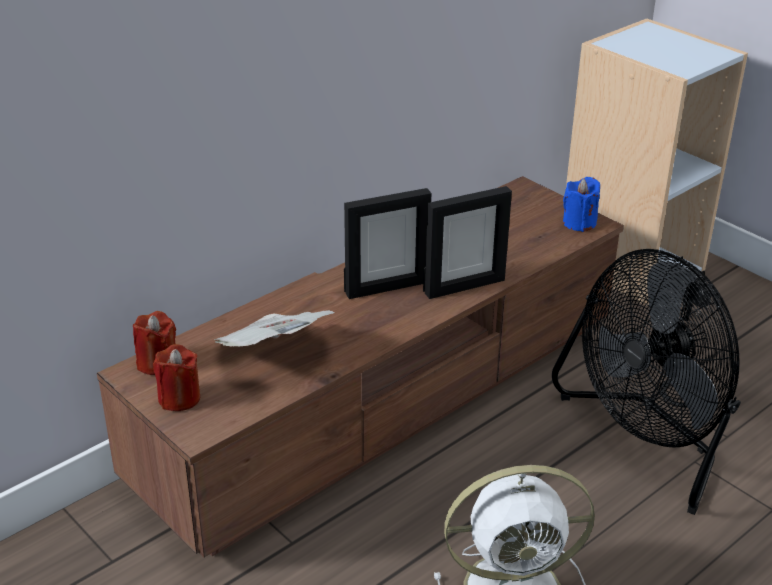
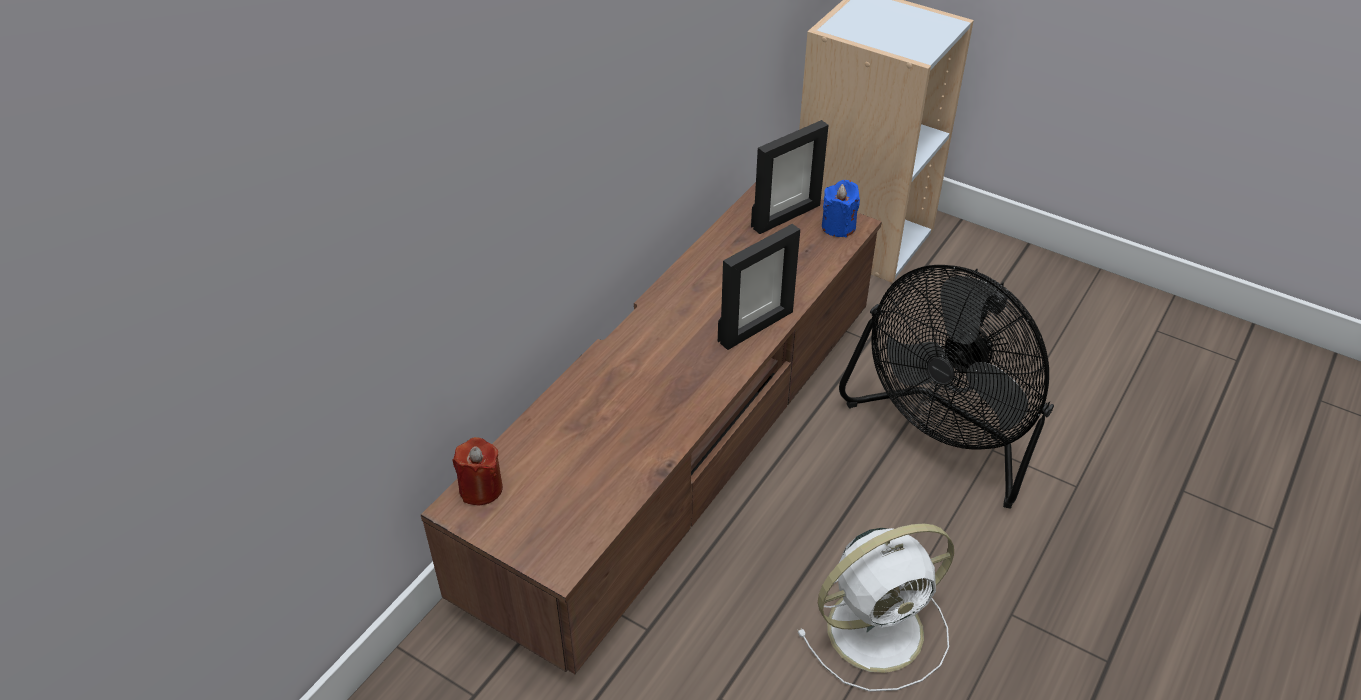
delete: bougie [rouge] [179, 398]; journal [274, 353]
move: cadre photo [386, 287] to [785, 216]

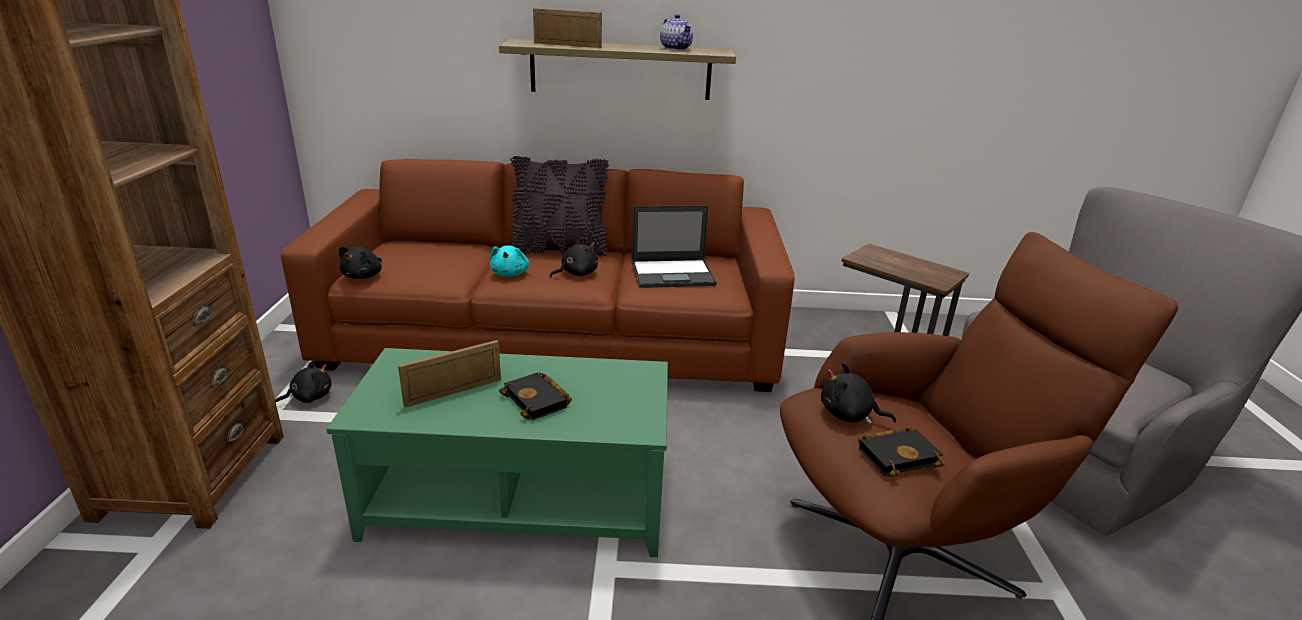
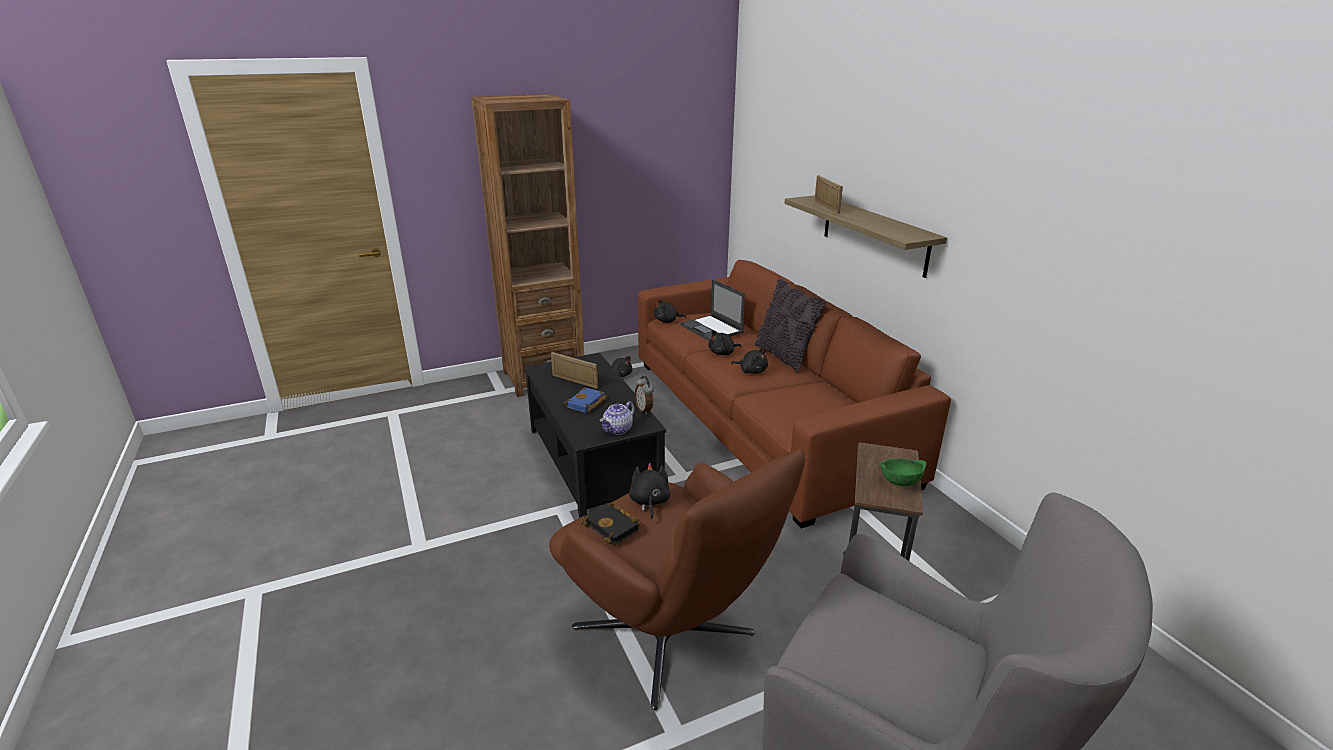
insert: réveil [644, 410]; bol [vert] [899, 482]
move: ordinateur portable [673, 273] to [712, 329]; théière [676, 48] to [618, 429]
recolor: table basse [vert] [519, 497] to table basse [noir] [594, 463]; peluche [turquoise] [510, 273] to peluche [noir] [723, 353]; livre [noir] [538, 400] to livre [bleu] [586, 404]

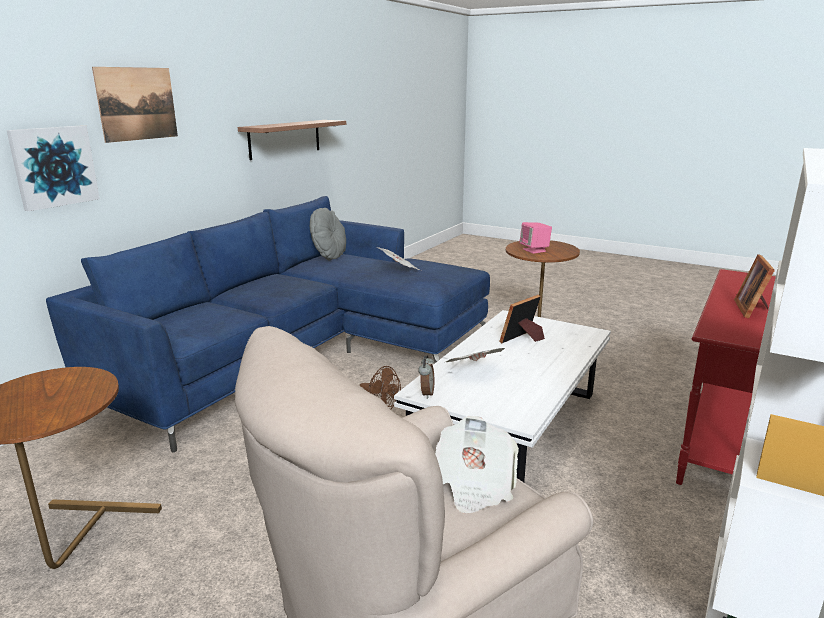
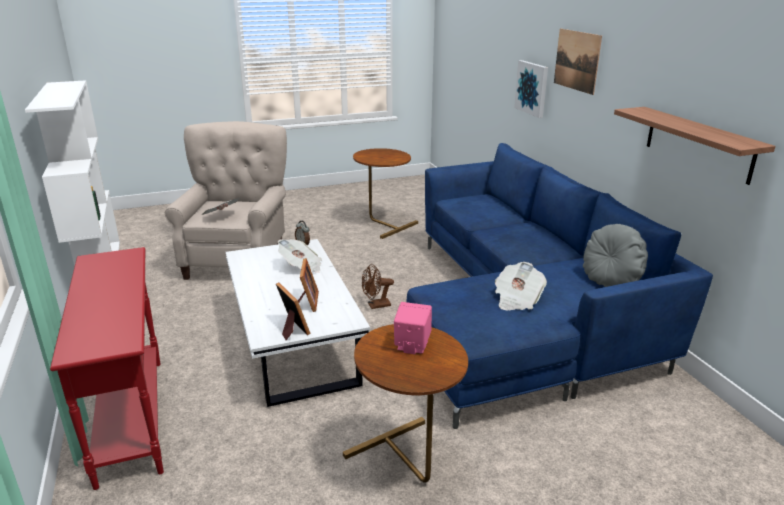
move: cadre photo [752, 309] to [291, 328]

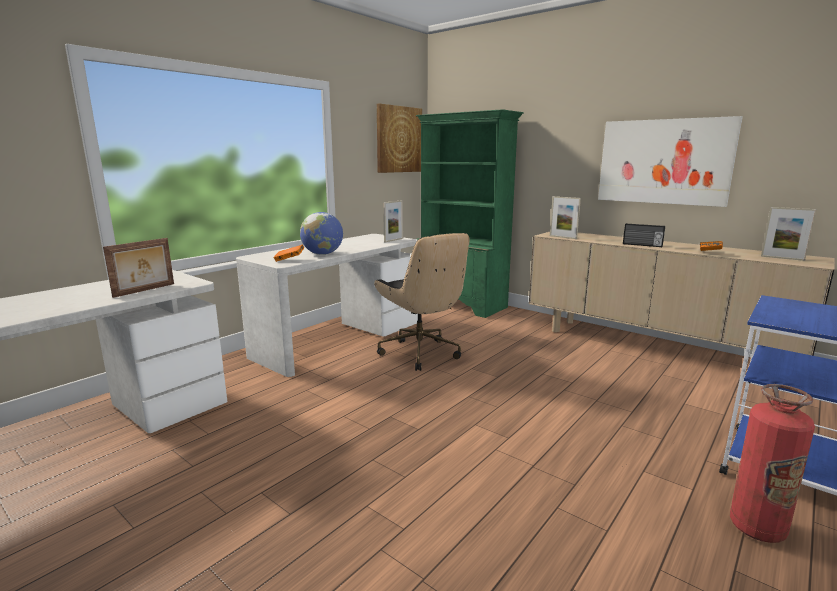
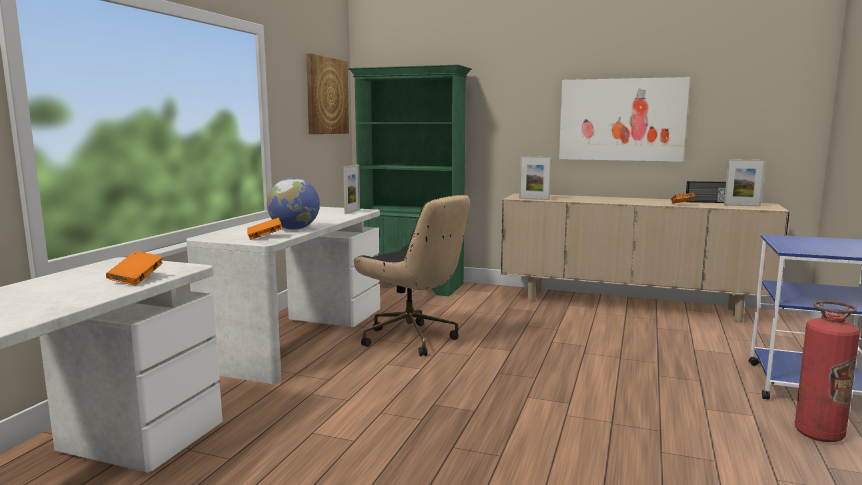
move: radio [642, 245] to [705, 202]
replace: cadre photo [145, 290] to livre [orange] [136, 279]

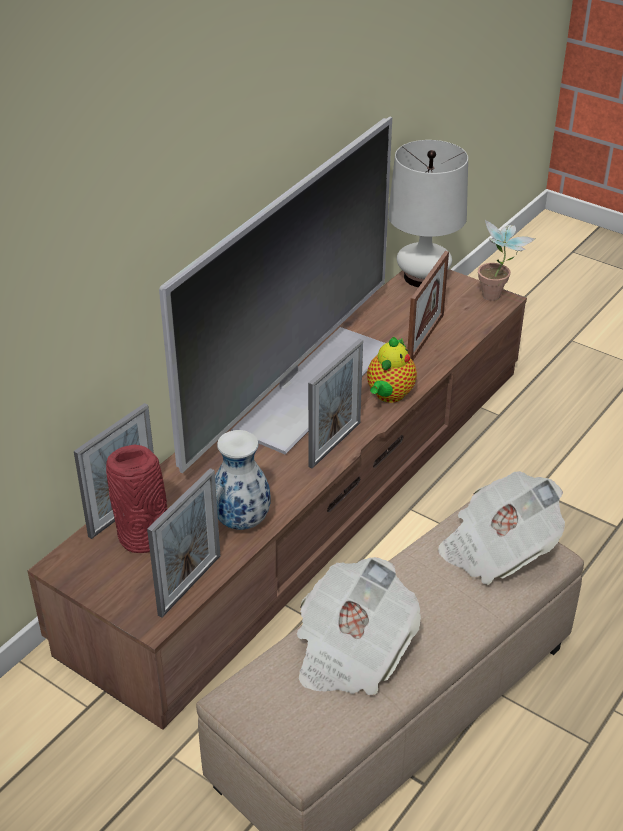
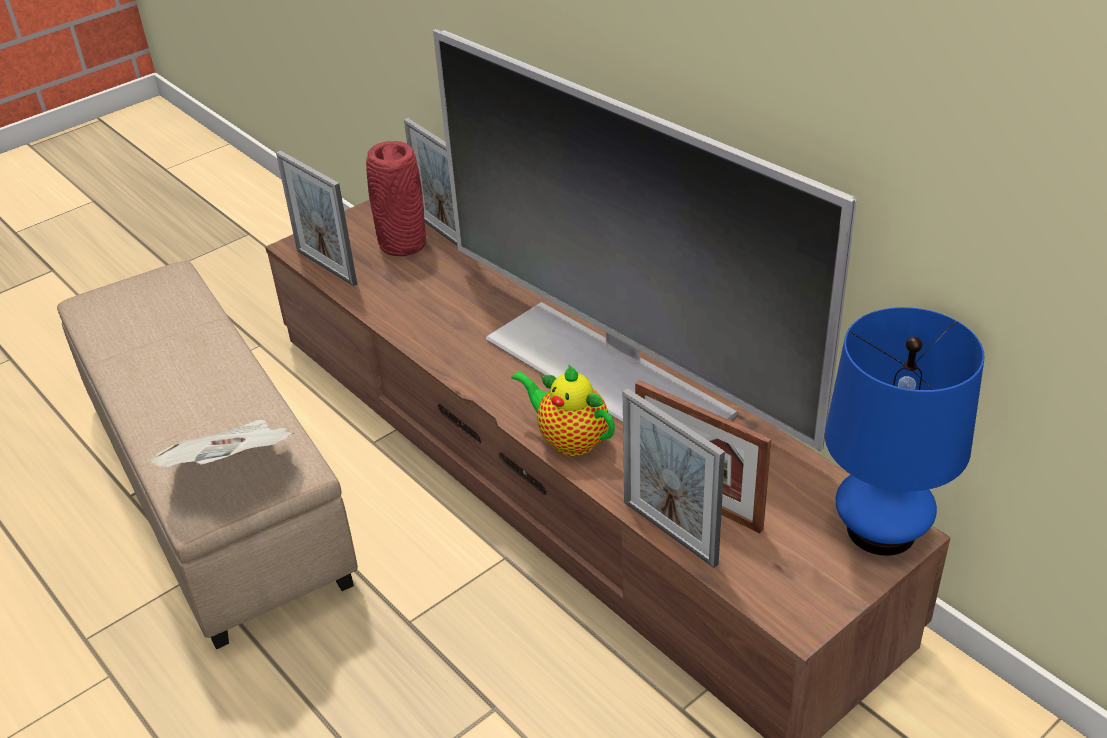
delete: vase [243, 521]; journal [351, 651]; plante en pot [497, 298]
move: cadre photo [335, 444] to [669, 533]
recolor: lampe de table [blanc] [423, 277] to lampe de table [bleu] [880, 530]

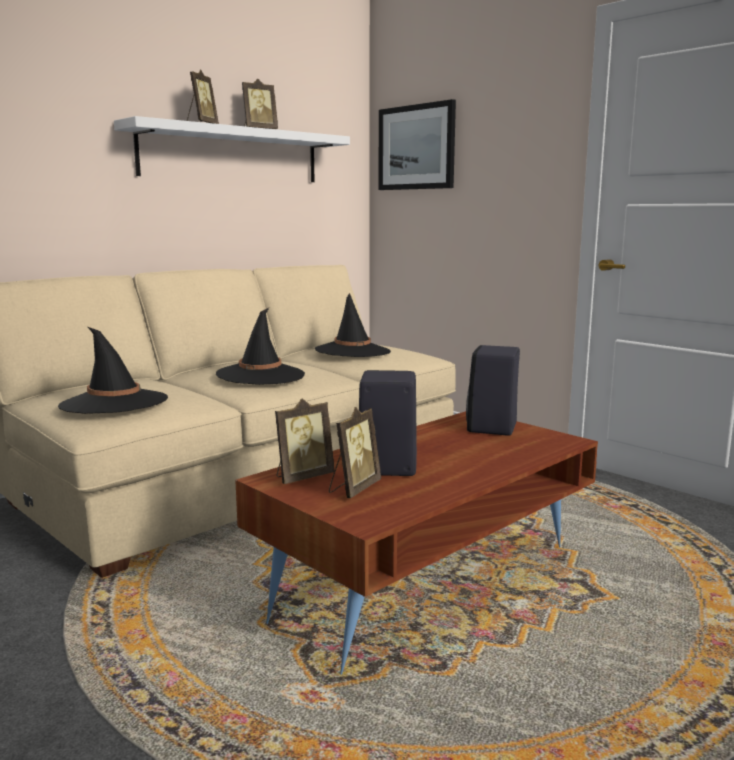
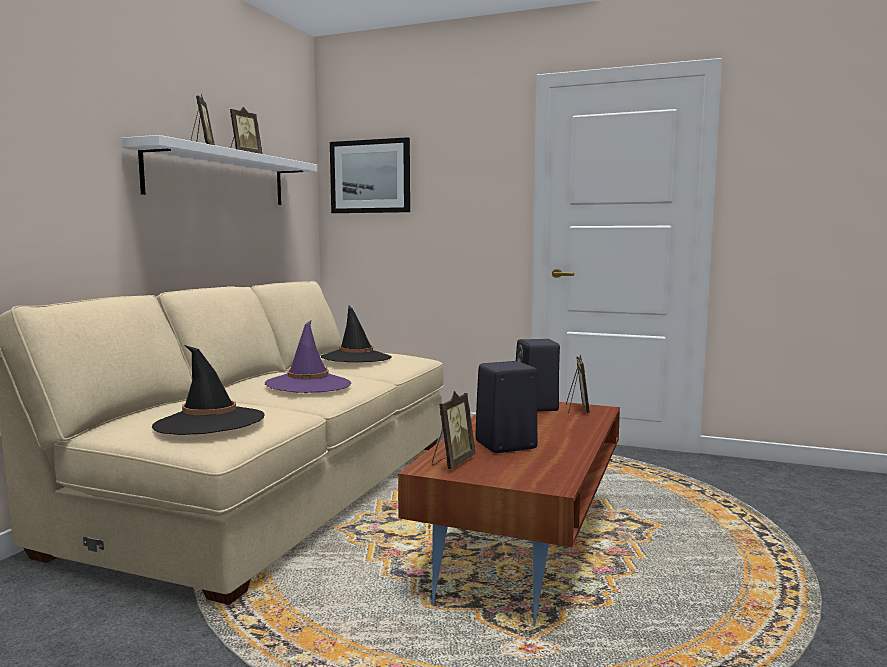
move: cadre photo [353, 489] to [577, 410]
recolor: chapeau [noir] [261, 375] to chapeau [violet] [308, 384]

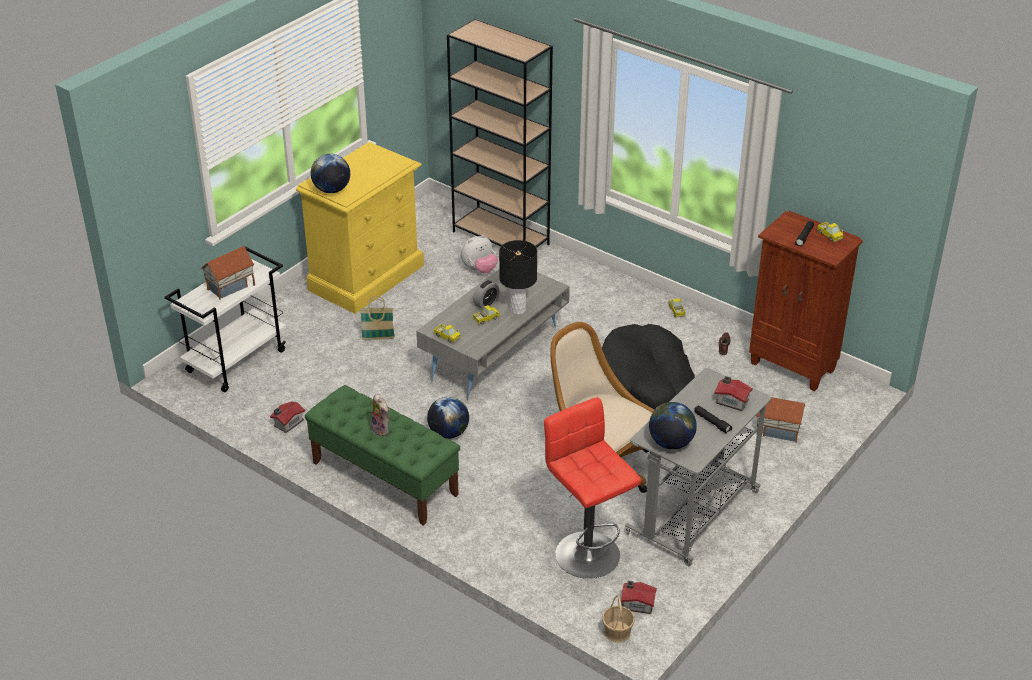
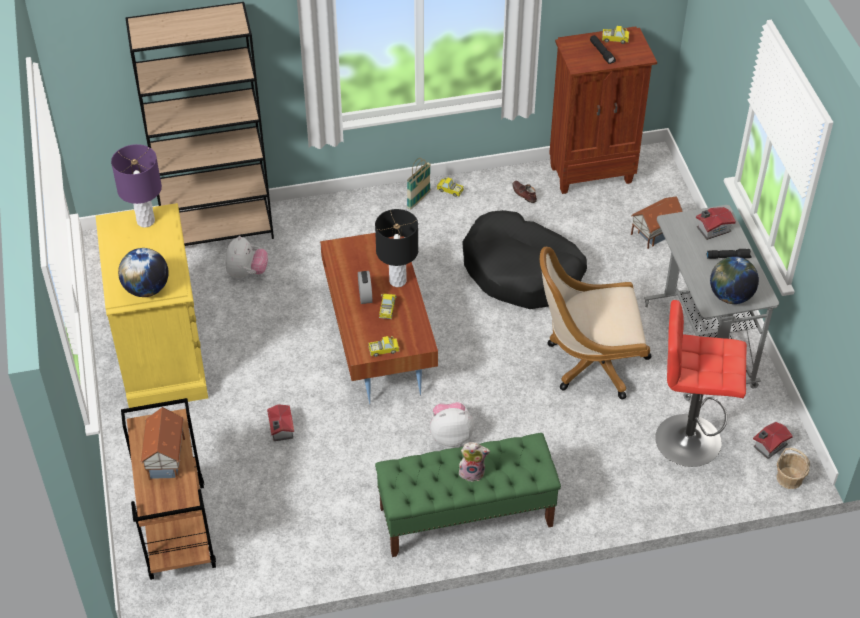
insert: lampe de table [violet] [145, 221]
move: maison miniature [287, 423] to [280, 430]; panier [378, 338] to [418, 200]
replace: globe [448, 433] to peluche [450, 435]
recolor: chariot [blanc] [236, 360] to chariot [marron] [176, 530]; table basse [gris] [494, 354] to table basse [marron] [378, 338]

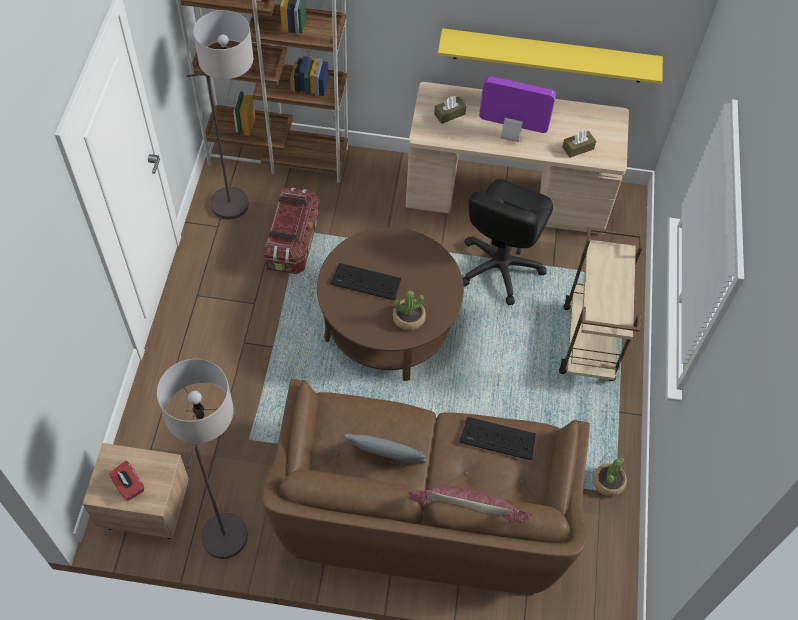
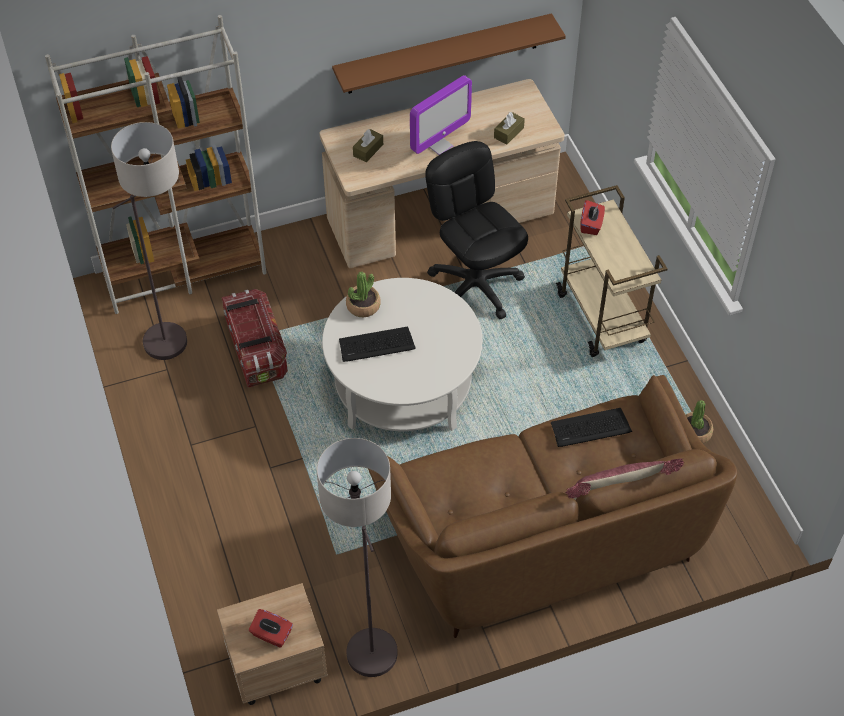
delete: coussin [gris] [385, 459]
insert: boîte à mouchoirs [rouge] [591, 225]
move: plante en pot [408, 318] to [363, 305]
recolor: table basse [marron] [388, 324] to table basse [blanc] [403, 386]; étagère [jaune] [548, 56] to étagère [marron] [443, 54]
rotate: chaise de bureau [noir] [499, 267] = [475, 286] 150 degrees clockwise; écran d'ordinateur [511, 134] = [439, 145] 150 degrees clockwise

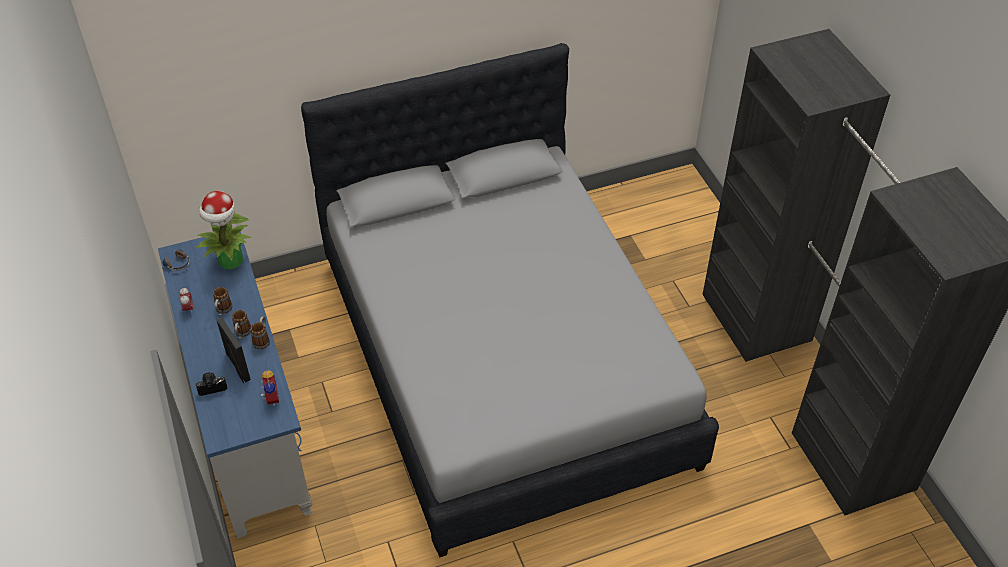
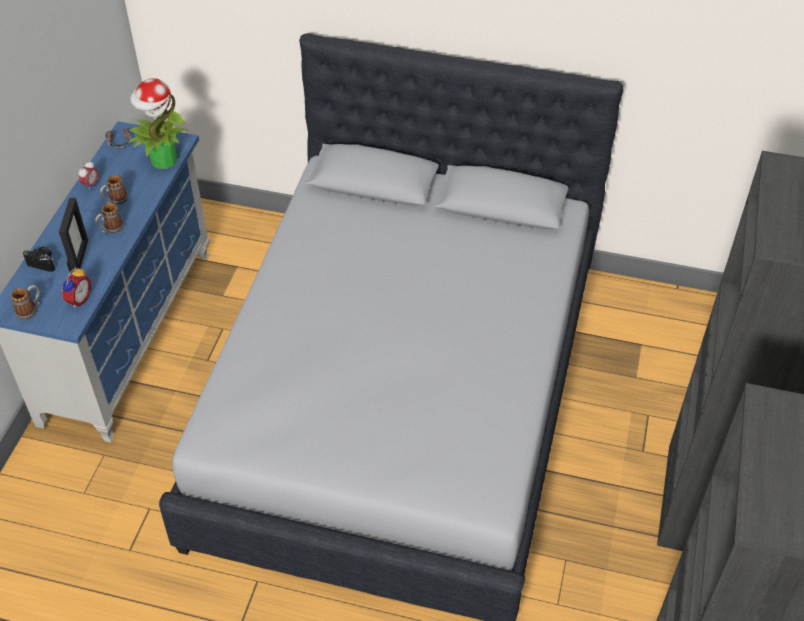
move: mug [262, 339] to [30, 310]

